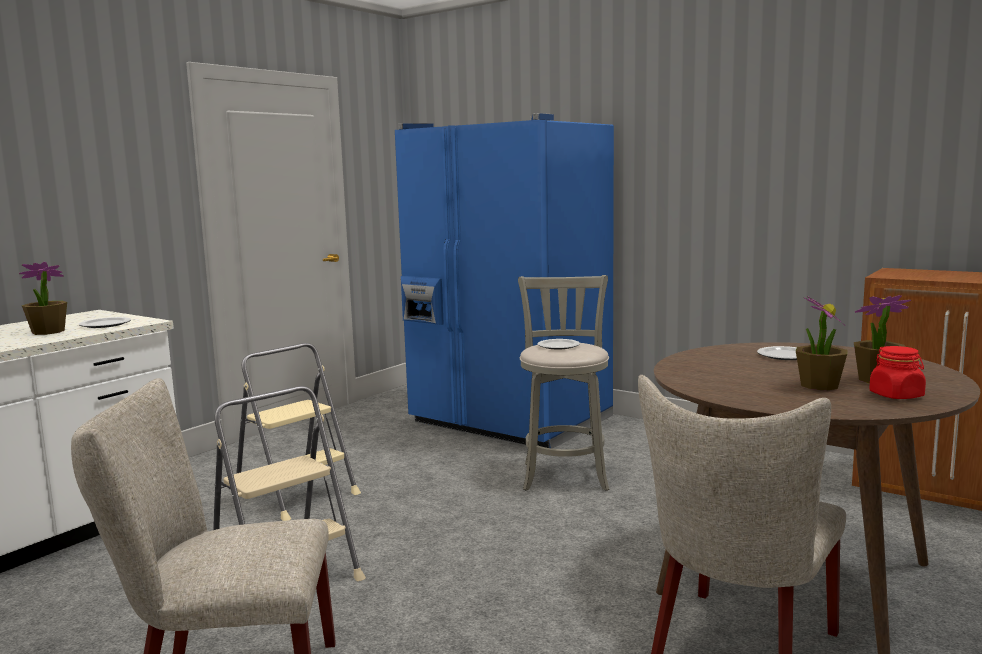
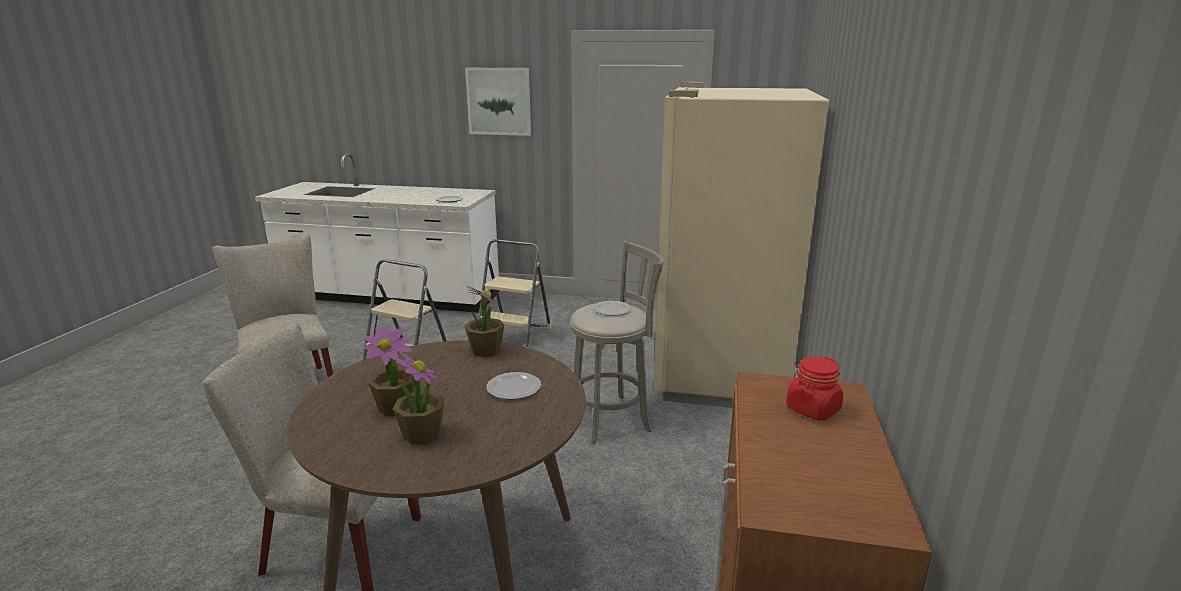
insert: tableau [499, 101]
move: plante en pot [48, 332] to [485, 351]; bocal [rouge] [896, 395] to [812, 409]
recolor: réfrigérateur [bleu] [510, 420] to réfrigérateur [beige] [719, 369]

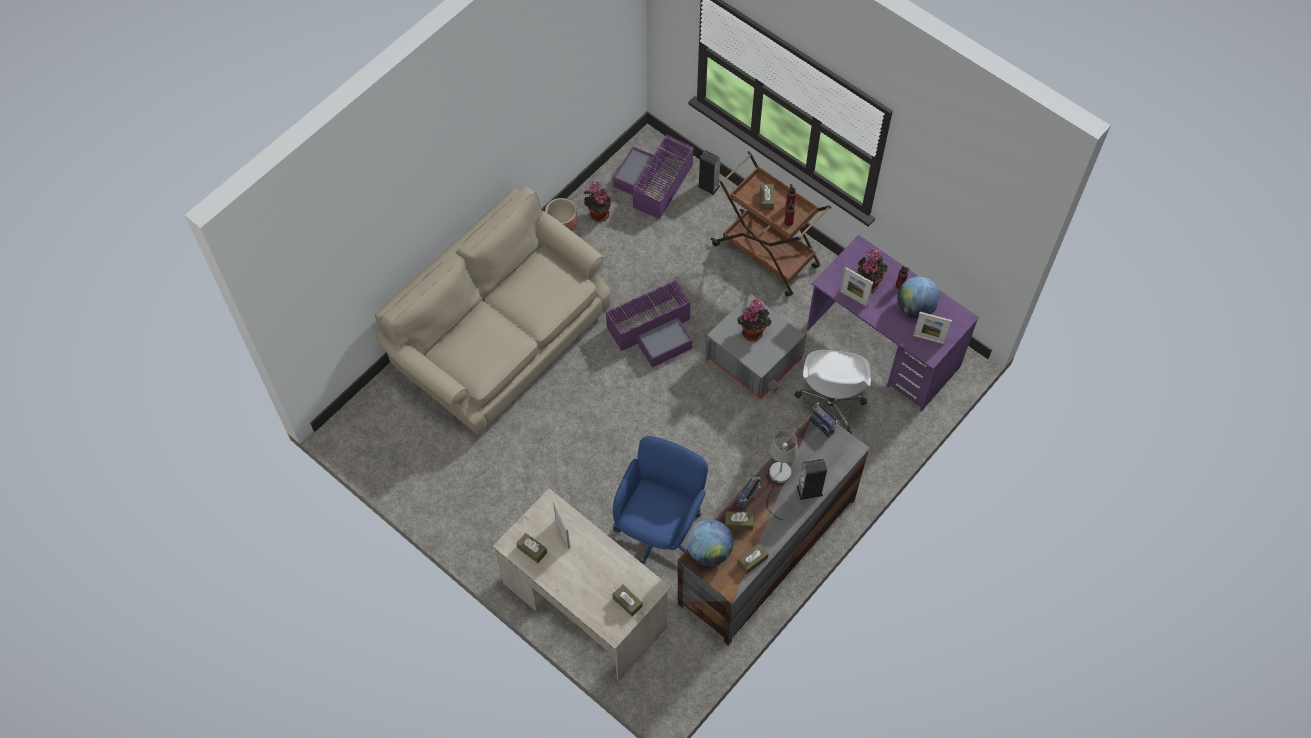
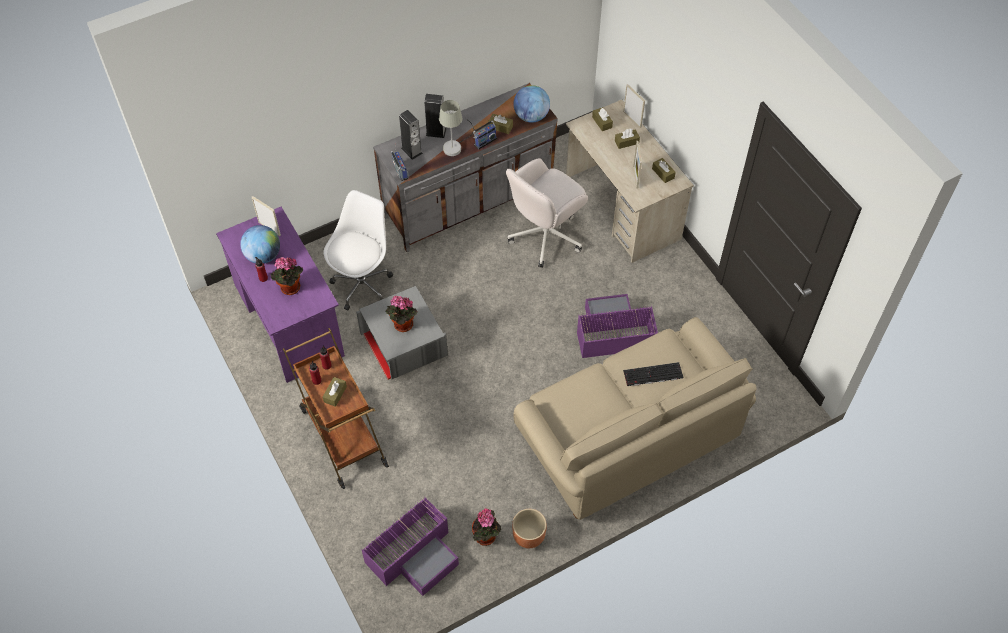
insert: clavier [652, 375]
move: boîte de rangement [violet] [654, 330] to [612, 333]; enceinte [708, 186] to [411, 151]; boîte à mouchoirs [marron] [752, 560] to [626, 142]; cadre photo [853, 298] to [632, 119]
recolor: chaise de bureau [bleu] [659, 534] to chaise de bureau [blanc] [545, 237]

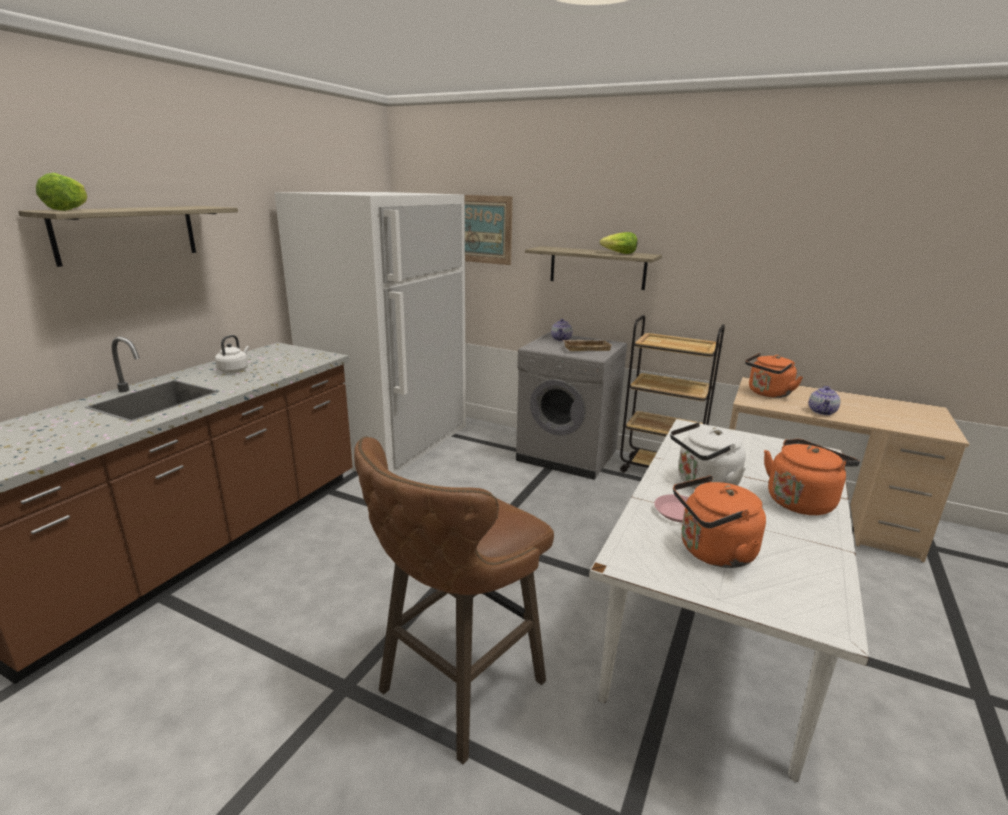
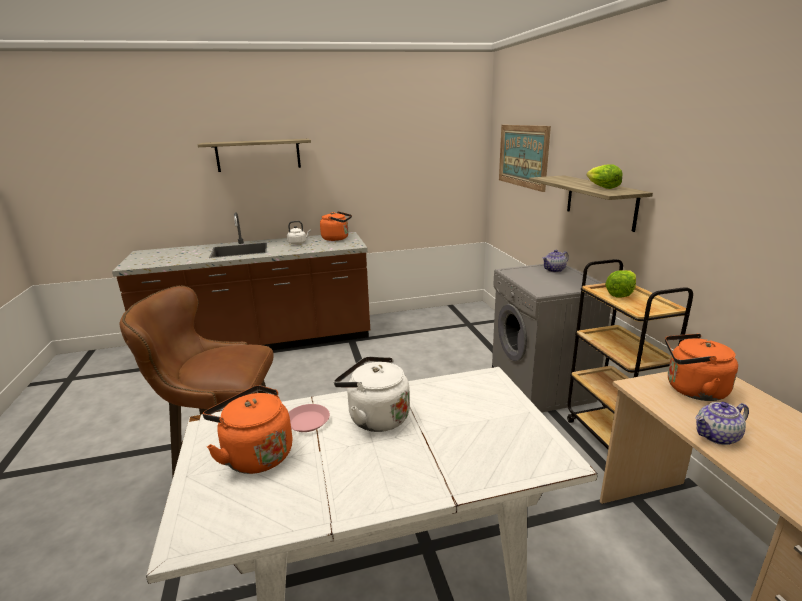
delete: réfrigérateur [blanc] [392, 440]; plateau [beige] [586, 348]
move: laitue [69, 210] to [620, 293]; bouilloire [orange] [801, 501] to [337, 238]

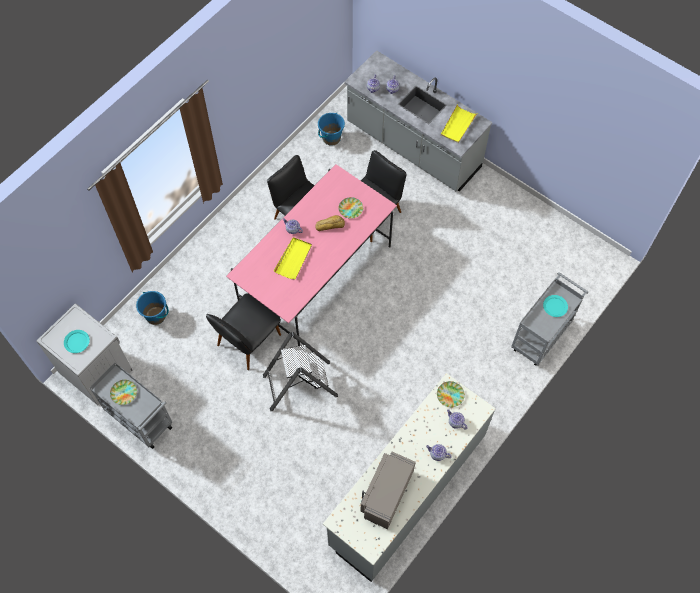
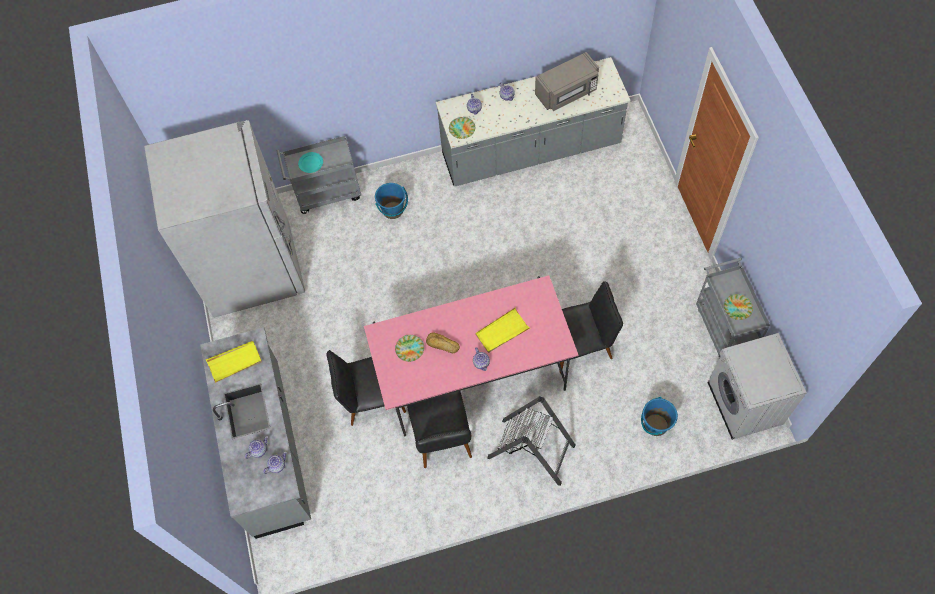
delete: assiette [turquoise] [77, 342]
insert: réfrigérateur [blanc] [252, 268]
move: escabeau [gris] [299, 385] to [532, 451]; seau [bleu] [331, 138] to [393, 210]

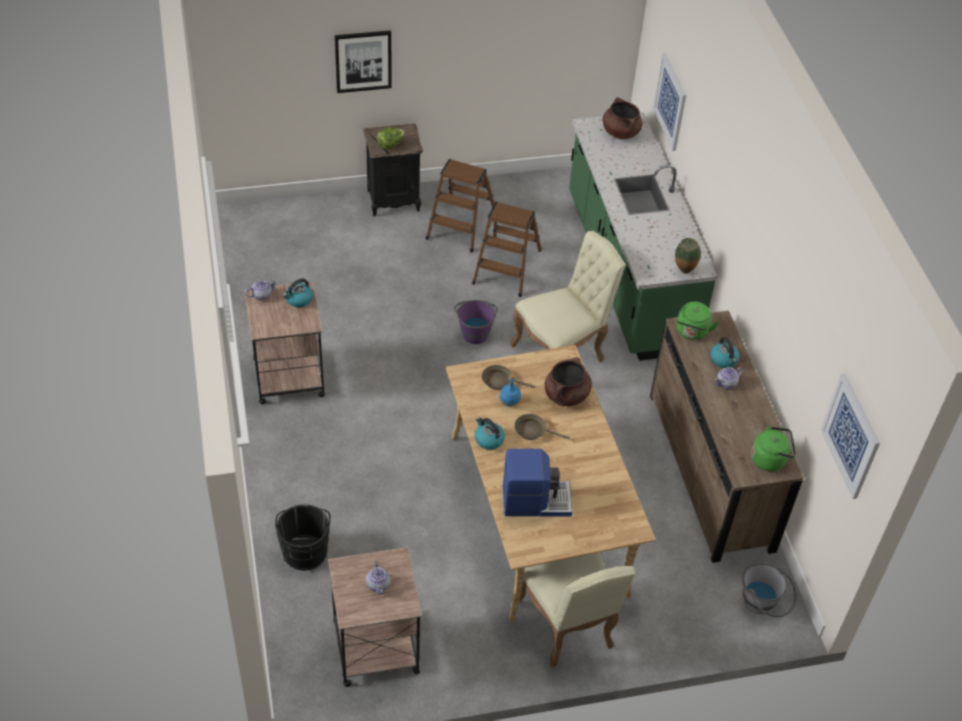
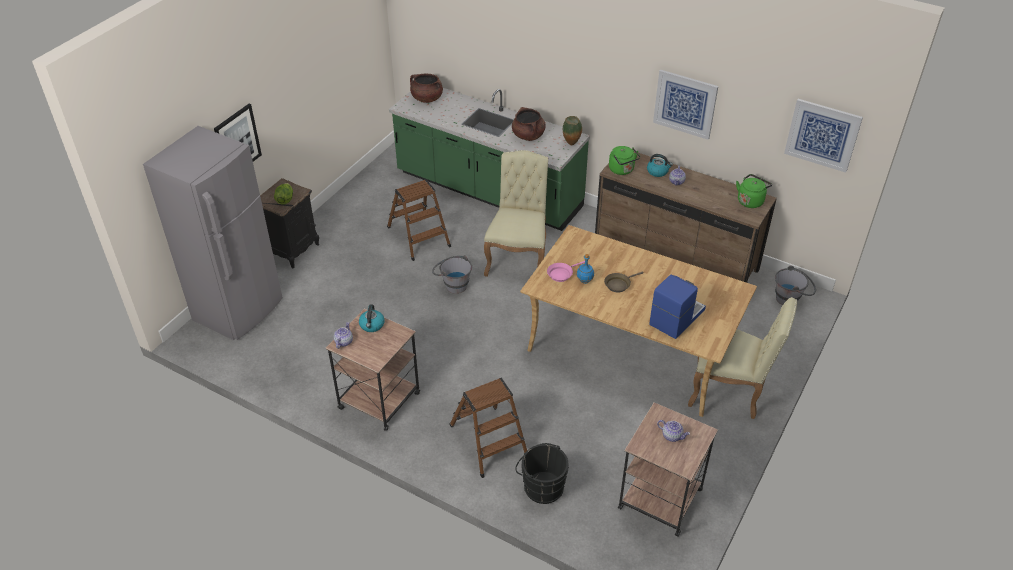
delete: bouilloire [488, 439]
insert: réfrigérateur [gris] [238, 310]
move: escabeau [marron] [461, 223] to [488, 440]; marmite [marron] [566, 395] to [528, 136]; tableau [670, 101] to [685, 104]
recolor: seau [violet] [474, 331] to seau [gris] [453, 284]; poêle [marron] [500, 381] to poêle [rose] [561, 274]

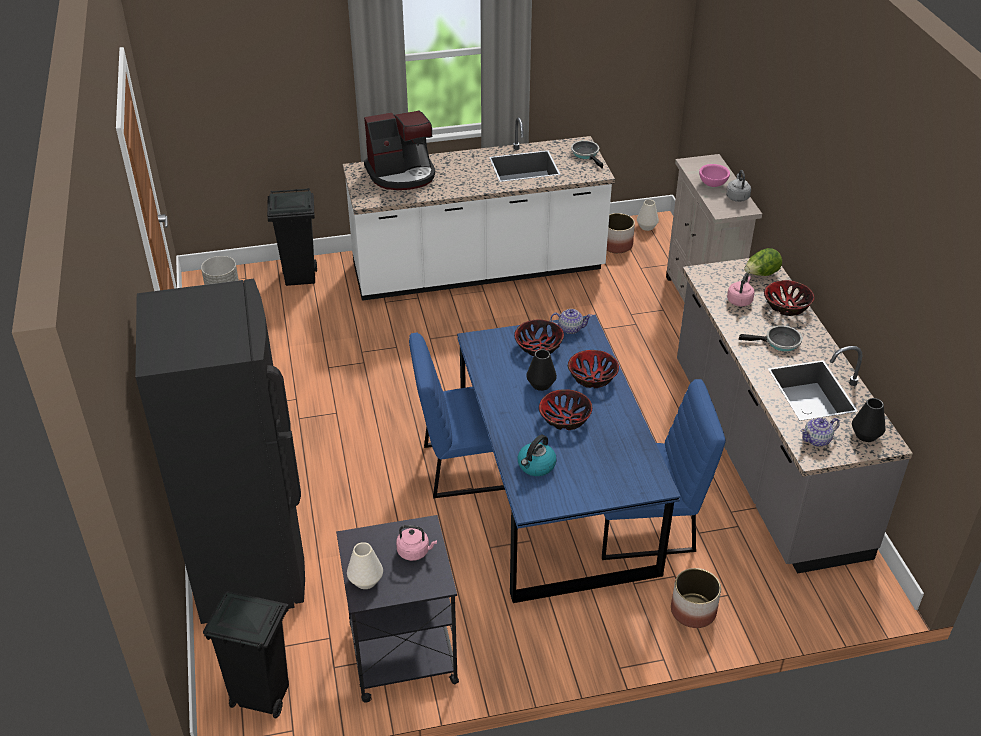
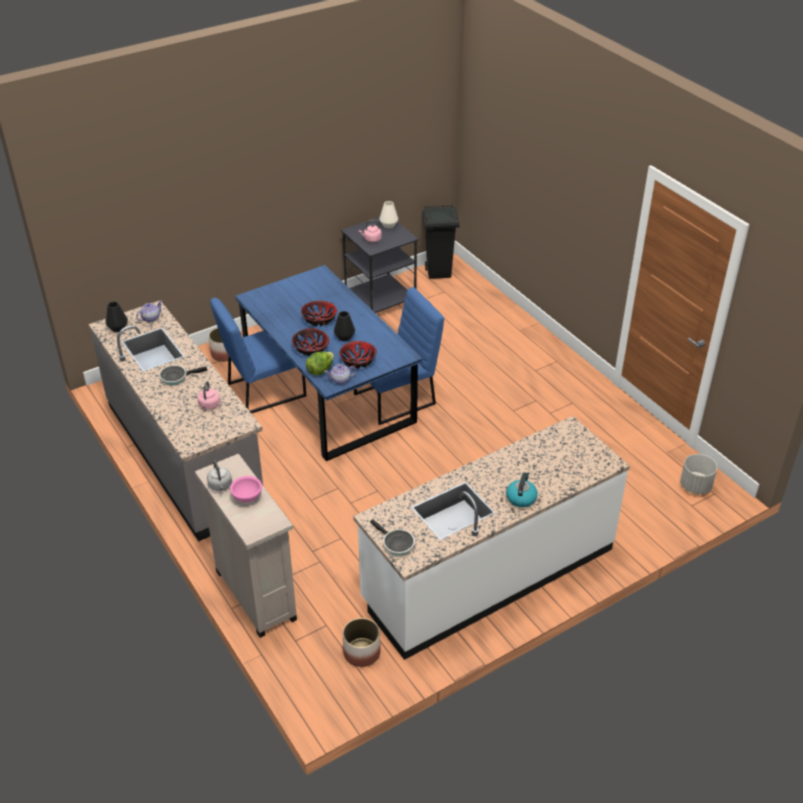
delete: réfrigérateur [noir] [251, 570]; poubelle [noir] [301, 277]; machine à café [402, 174]; vase [blanc] [647, 226]; bol [786, 306]
move: bouilloire [536, 466] to [521, 497]; laitue [761, 274] to [320, 370]

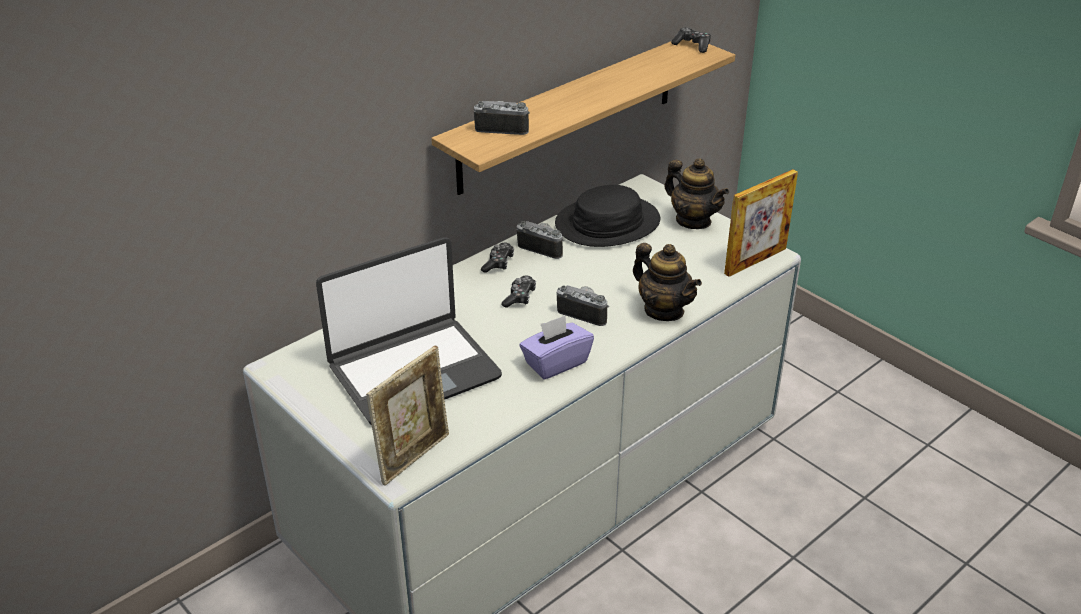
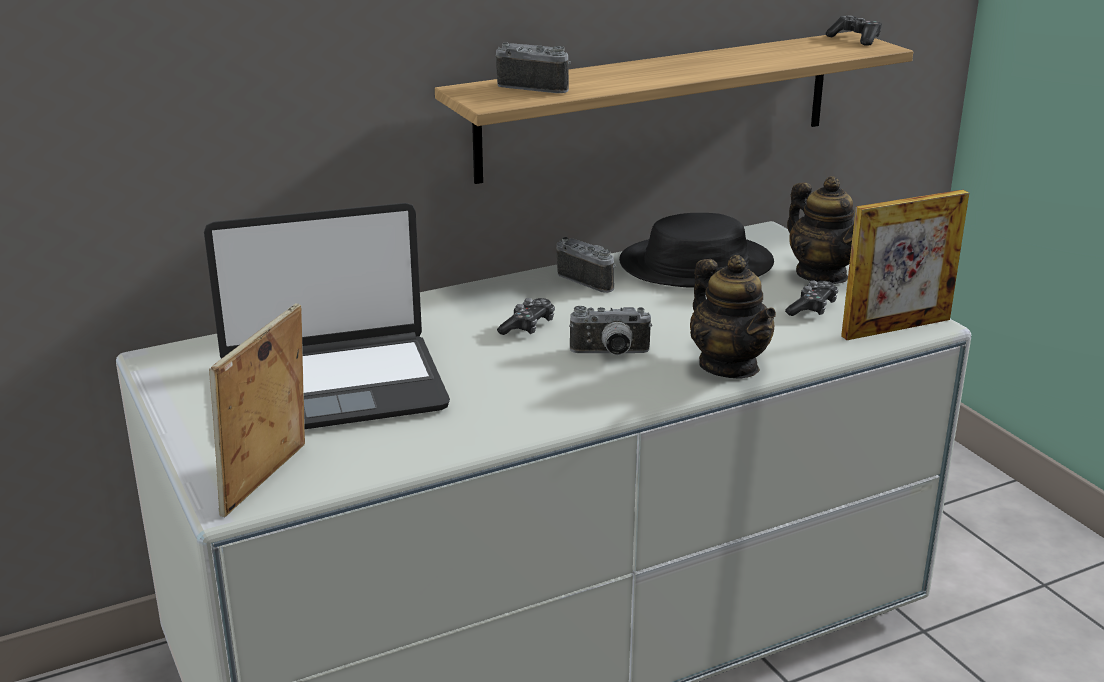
delete: boîte à mouchoirs [violet] [556, 363]
move: manette [498, 263] to [812, 308]
rotate: cadre photo [414, 456] = [268, 482] 150 degrees clockwise; appareil photo [584, 313] = [610, 354] 135 degrees clockwise

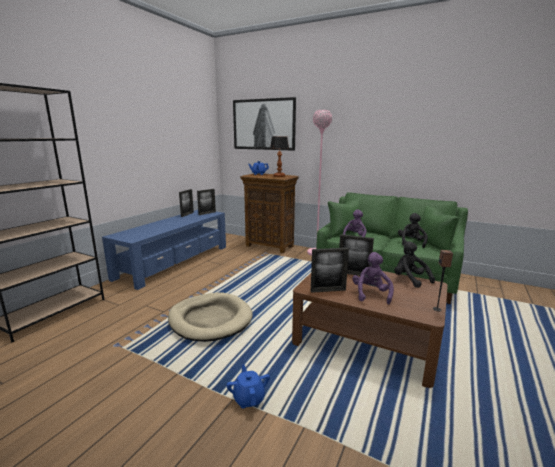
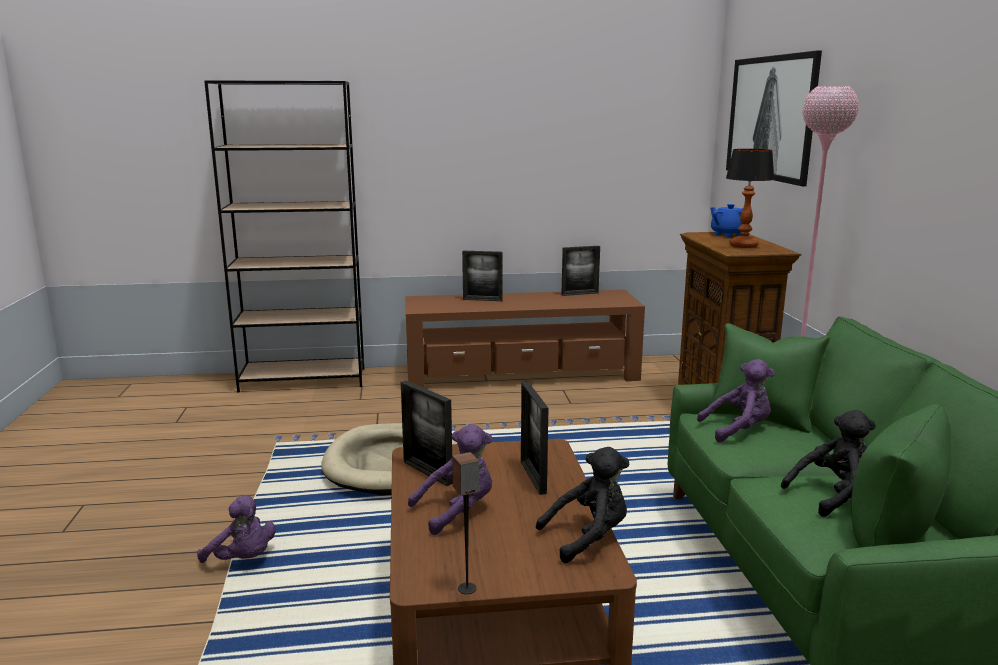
move: cadre photo [207, 213] to [482, 300]
replace: théière [bleu] [249, 398] to peluche [violet] [243, 560]
recolor: meuble télé [bleu] [175, 262] to meuble télé [marron] [521, 374]
rotate: peluche [noir] [410, 280] = [588, 537] 45 degrees clockwise

